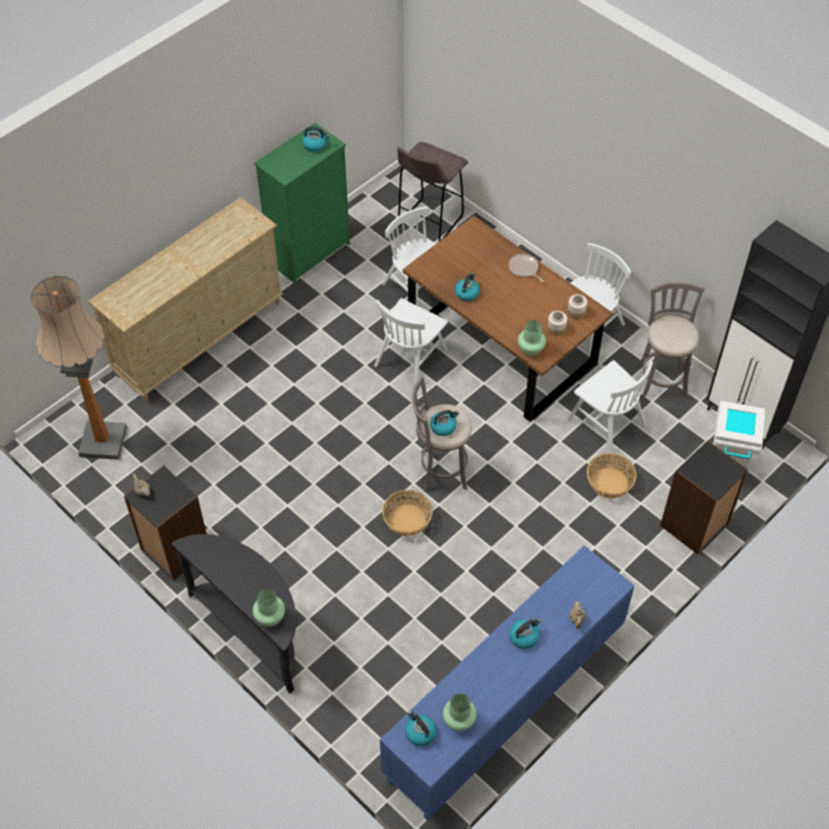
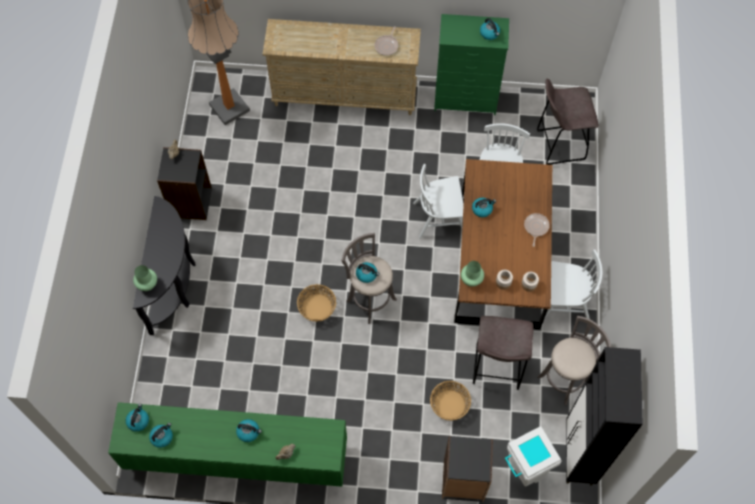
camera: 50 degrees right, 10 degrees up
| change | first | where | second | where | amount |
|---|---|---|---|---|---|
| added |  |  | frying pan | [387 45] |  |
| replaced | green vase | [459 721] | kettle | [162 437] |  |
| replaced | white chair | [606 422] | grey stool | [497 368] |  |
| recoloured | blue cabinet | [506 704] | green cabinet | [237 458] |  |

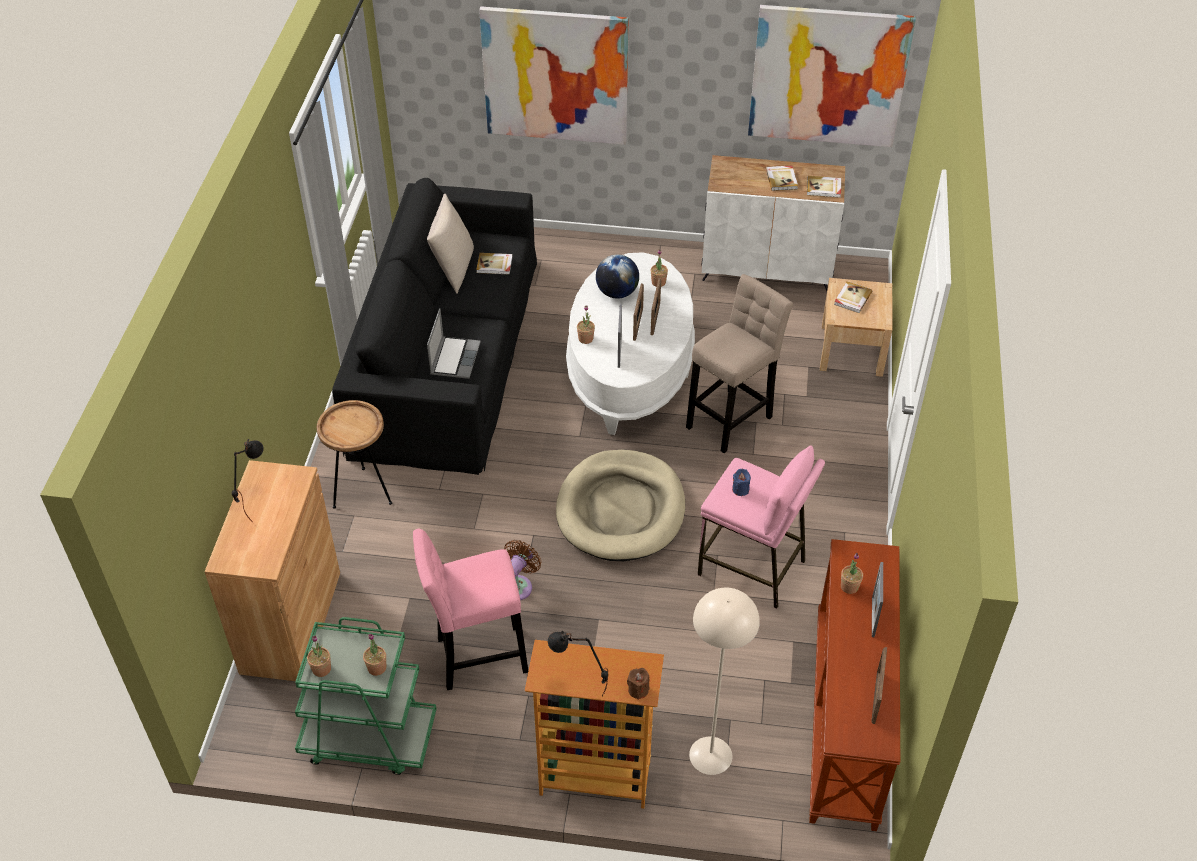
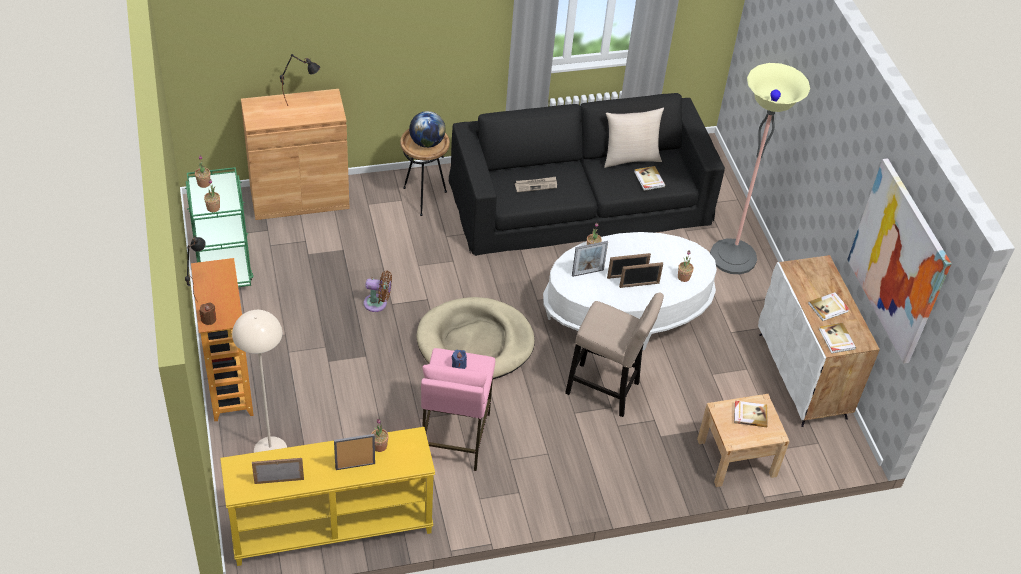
camera: 65 degrees right, 0 degrees up
| change | first | where | second | where | amount |
|---|---|---|---|---|---|
| removed | pink stool | [476 657] |  |  |  |
| removed | picture | [555 75] |  |  |  |
| added |  |  | floor lamp | [733 257] |  |
| moved | globe | [617 292] |  | [427 143] |  |
| replaced | laptop | [454 358] | newspaper | [536 185] |  |
| recoloured | brown console table | [847 719] | yellow console table | [331 528] |  |

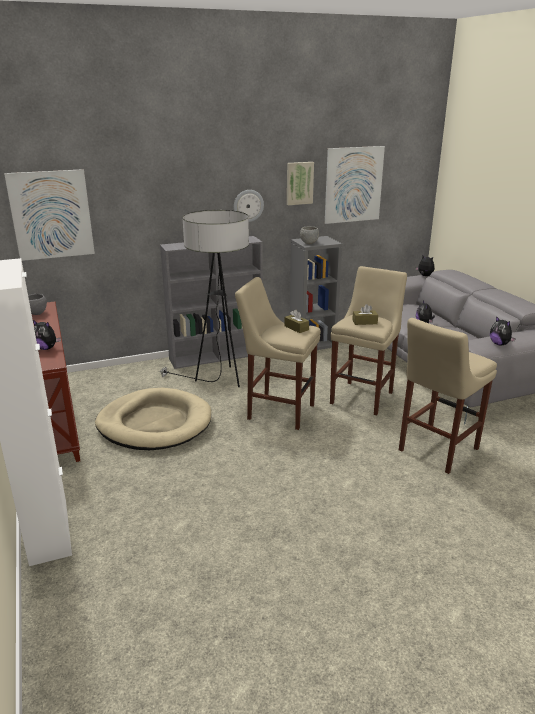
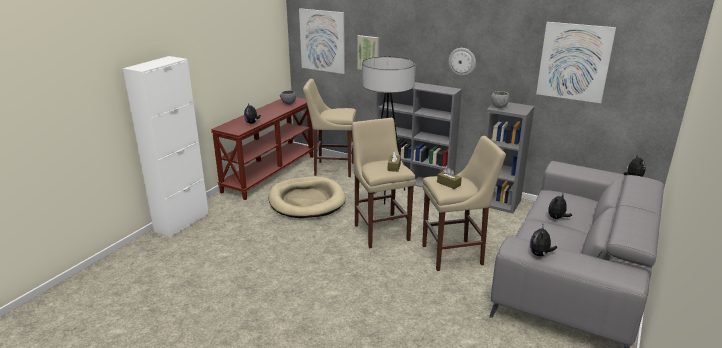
camera: 50 degrees right, 0 degrees up
| change | first | where | second | where | amount |
|---|---|---|---|---|---|
| moved | picture | [299 183] |  | [368 53] |  |
| moved | beige stool | [435 451] |  | [332 168] |  |

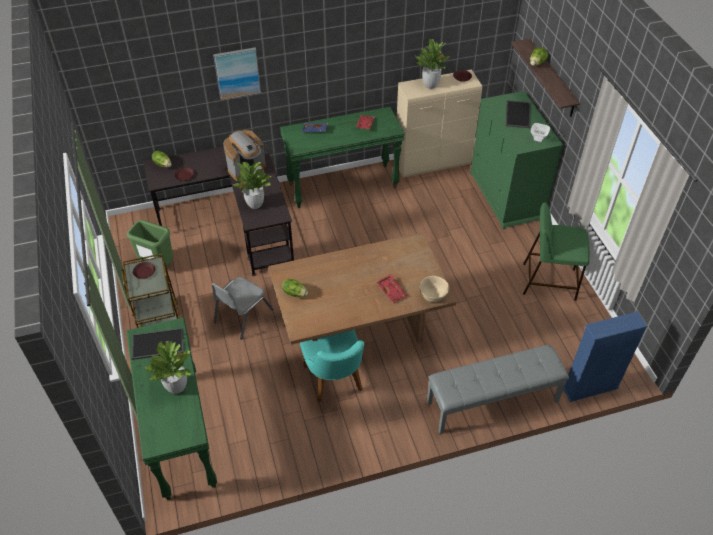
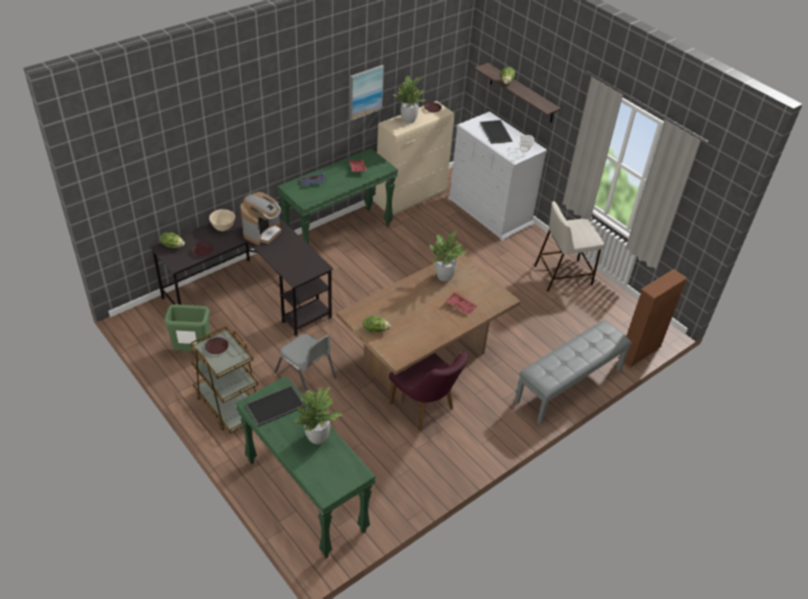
camera: 25 degrees left, 5 degrees down
| change | first | where | second | where | amount |
|---|---|---|---|---|---|
| moved | picture | [237 73] |  | [365 92] |  |
| moved | potted plant | [255 204] |  | [444 277] |  |
| moved | beige bowl | [433 296] |  | [223 227] |  |
| recoloured | turquoise chair | [335 382] | purple chair | [426 408] |  |
| recoloured | green dresser | [506 195] | white dresser | [490 212] |  |
| recoloured | green stool | [550 281] | beige stool | [563 275] |  |
| recoloured | blue bookcase | [590 388] | brown bookcase | [639 352] |  |
| turned | grey chair | [242 316] |  | [306 374] | 60 degrees counterclockwise |

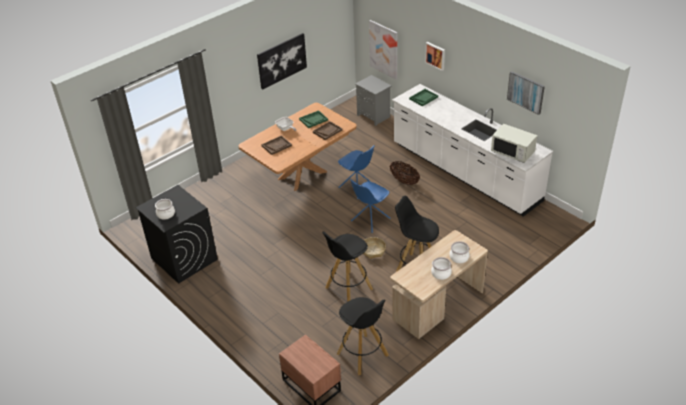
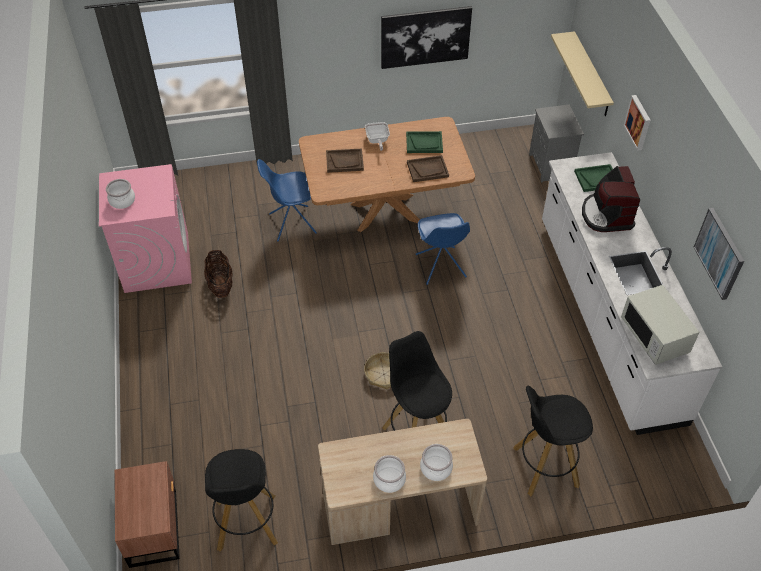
camera: 30 degrees right, 10 degrees up
| change | first | where | second | where | amount |
|---|---|---|---|---|---|
| added |  |  | coffee machine | [606 215] |  |
| moved | black stool | [348 289] |  | [544 467] |  |
| moved | blue chair | [370 220] |  | [291 223] |  |
| moved | basket | [404 181] |  | [220 285] |  |
| replaced | picture | [384 49] | beige shelf | [591 75] |  |
| recoloured | black washing machine | [183 258] | pink washing machine | [156 261] |  |

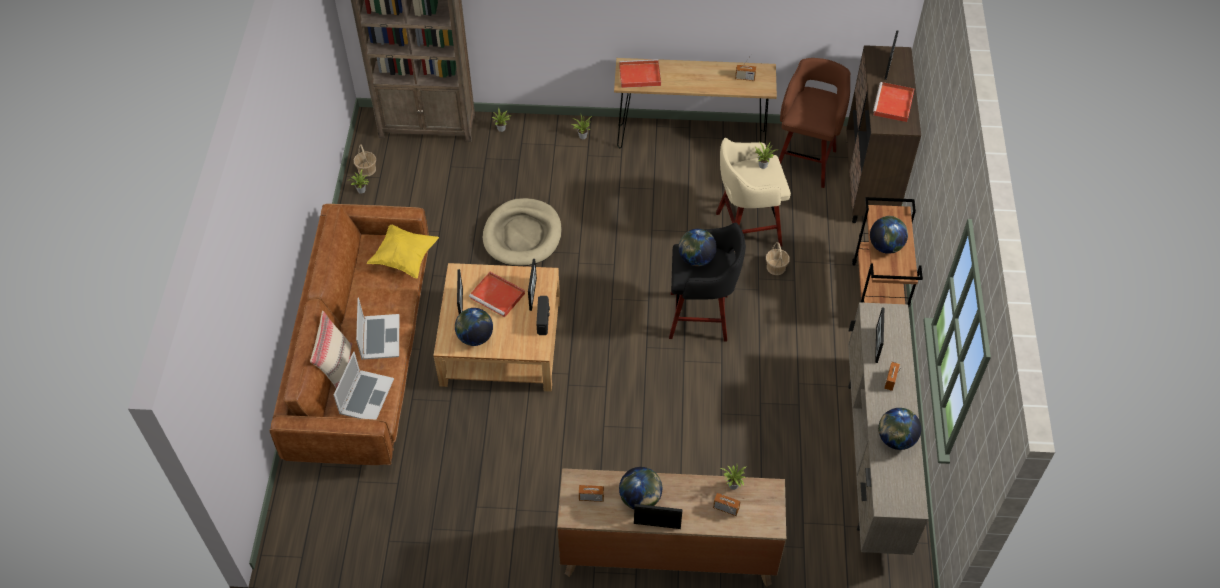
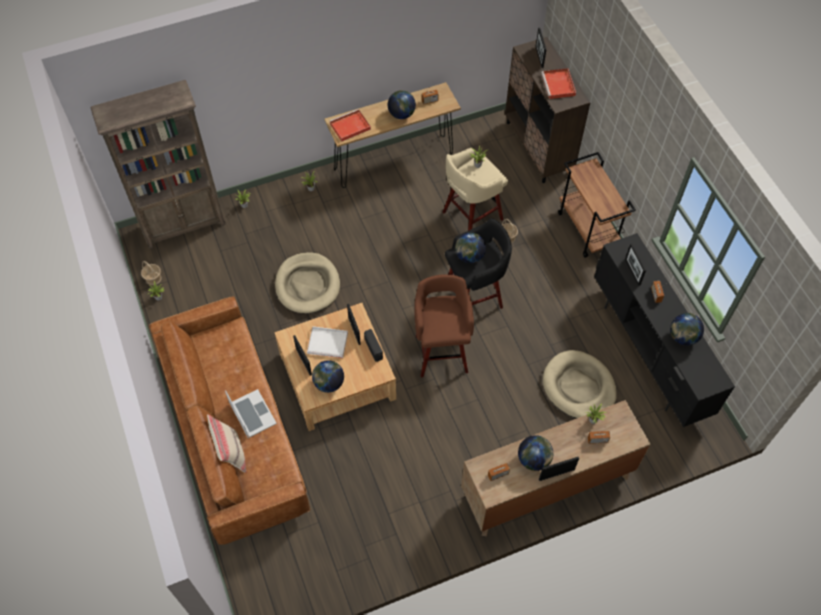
camera: 25 degrees left, 5 degrees up
| change | first | where | second | where | amount |
|---|---|---|---|---|---|
| removed | laptop | [366 396] |  |  |  |
| removed | yellow pillow | [404 258] |  |  |  |
| added |  |  | beige dog bed | [578 387] |  |
| moved | brown stool | [805 161] |  | [441 352] |  |
| moved | globe | [885 246] |  | [401 114] |  |
| recoloured | red tray | [498 296] | white tray | [328 343] |  |
| recoloured | beige tv stand | [874 458] | black tv stand | [649 353] |  |

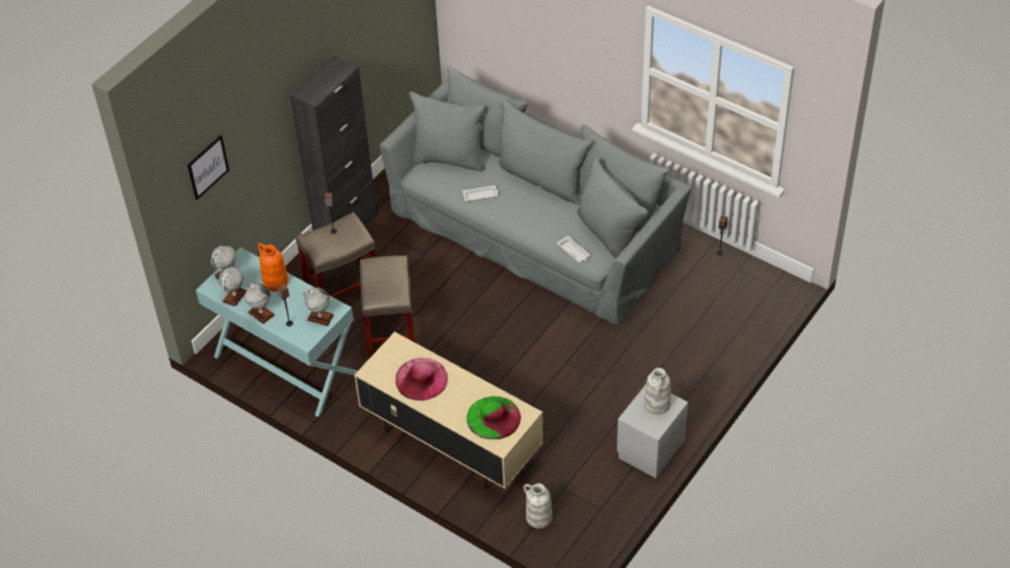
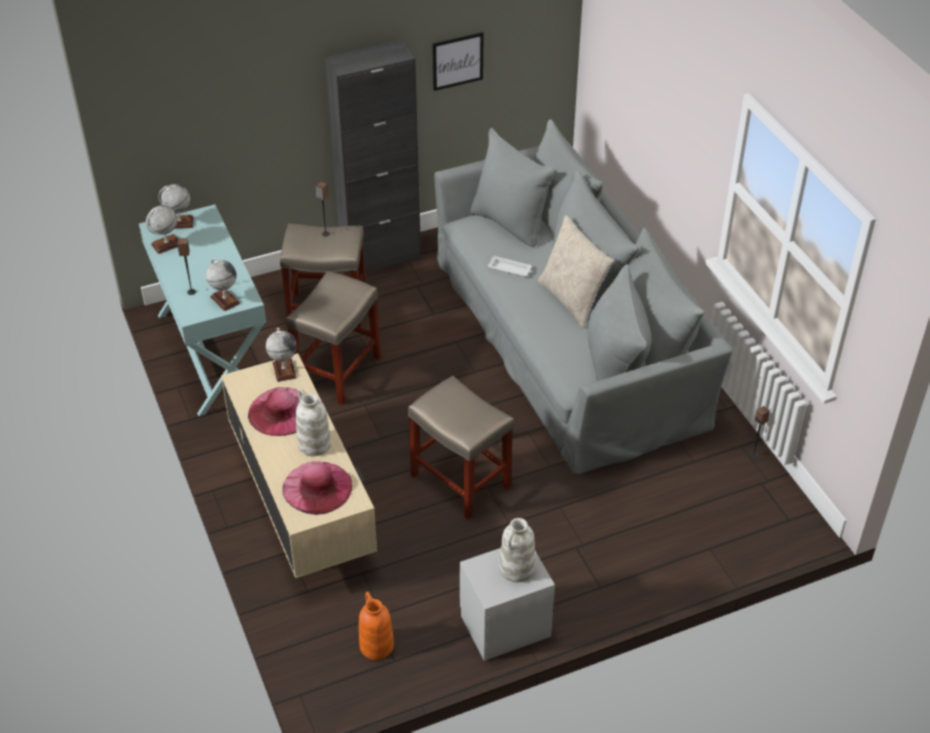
camera: 30 degrees right, 5 degrees down
| change | first | where | second | where | amount |
|---|---|---|---|---|---|
| removed | white tray | [574 251] |  |  |  |
| added |  |  | beige stool | [461 481] |  |
| added |  |  | beige pillow | [572 299] |  |
| moved | picture | [207 167] |  | [457 61] |  |
| moved | globe | [261 313] |  | [284 370] |  |
| moved | orange vase | [275 282] |  | [376 645] |  |
| moved | white vase | [538 517] |  | [313 444] |  |
| recoloured | green hat | [493 417] | pink hat | [317 487] |  |

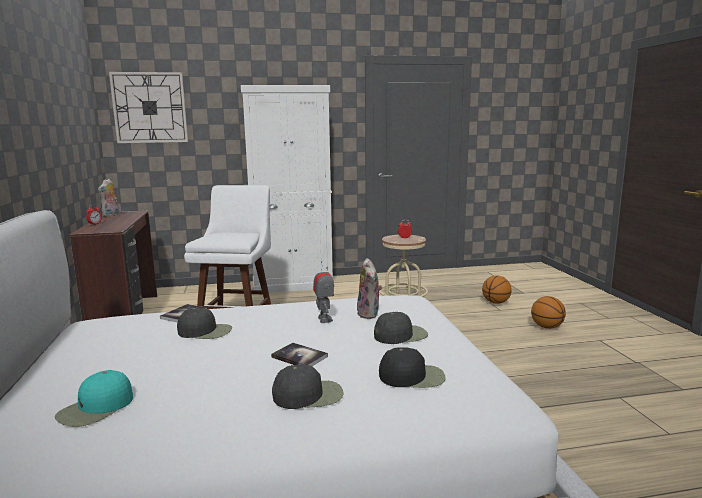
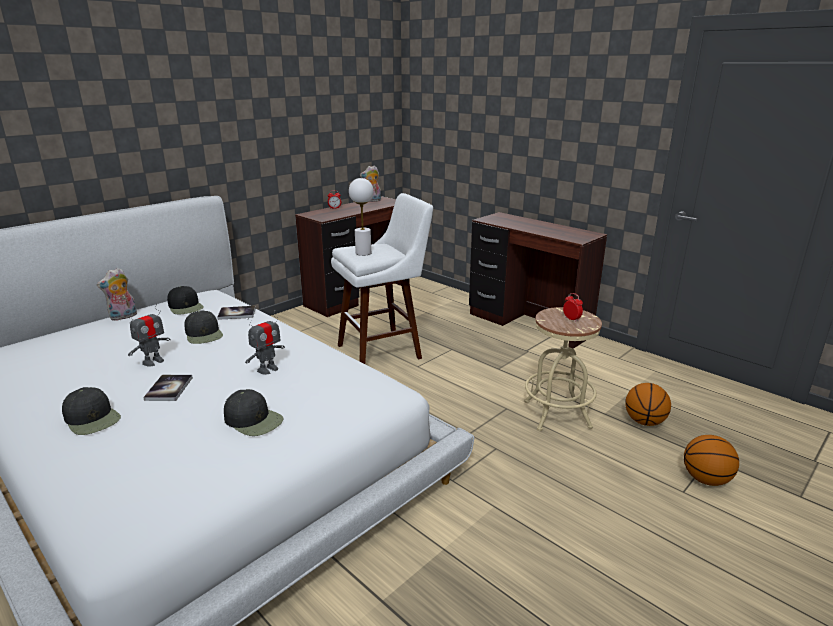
camera: 55 degrees right, 10 degrees up
| change | first | where | second | where | amount |
|---|---|---|---|---|---|
| removed | turquoise cap | [96 408] |  |  |  |
| removed | wall clock | [150 108] |  |  |  |
| added |  |  | toy robot | [153 361] |  |
| added |  |  | white table lamp | [363 253] |  |
| moved | plush toy | [370 314] |  | [123 317] |  |
| moved | black cap | [412 376] |  | [186 307] |  |
| moved | basketball | [547 327] |  | [644 422] |  |
| replaced | white cabinet | [293 285] | brown desk | [527 325] |  |

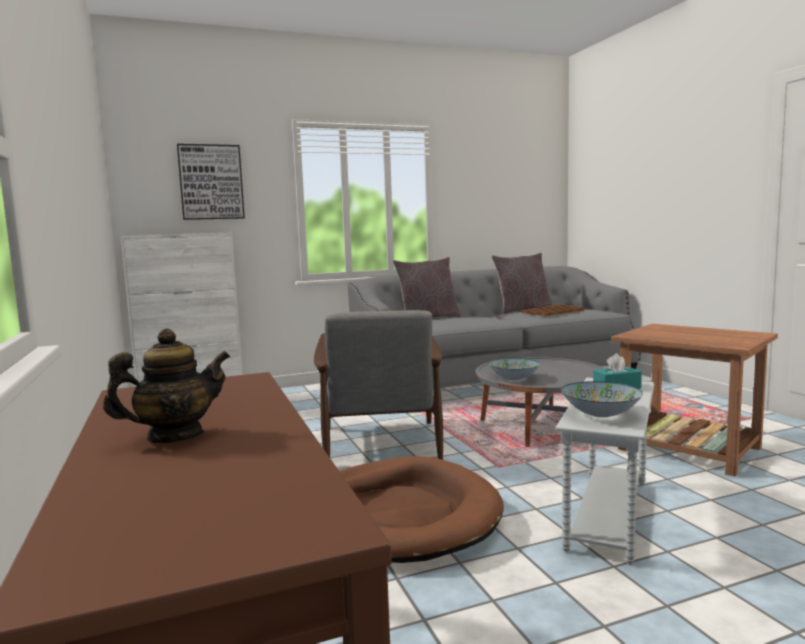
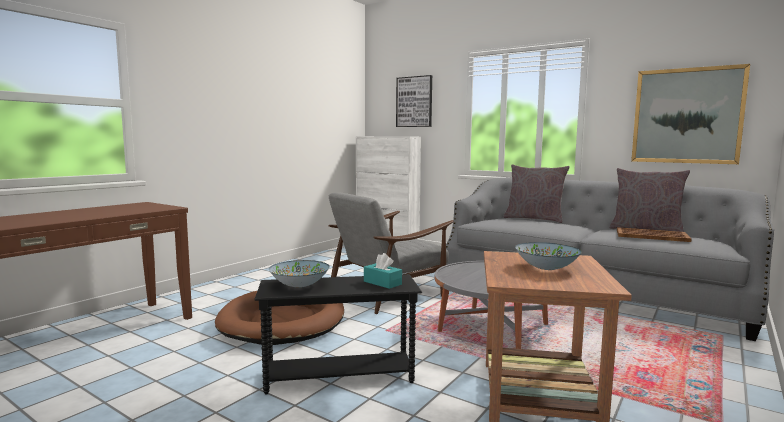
camera: 55 degrees right, 0 degrees up
| change | first | where | second | where | amount |
|---|---|---|---|---|---|
| removed | teapot | [175 436] |  |  |  |
| added |  |  | picture | [687 116] |  |
| moved | bowl | [513 378] |  | [546 268] |  |
| recoloured | white side table | [609 514] | black side table | [339 377] |  |

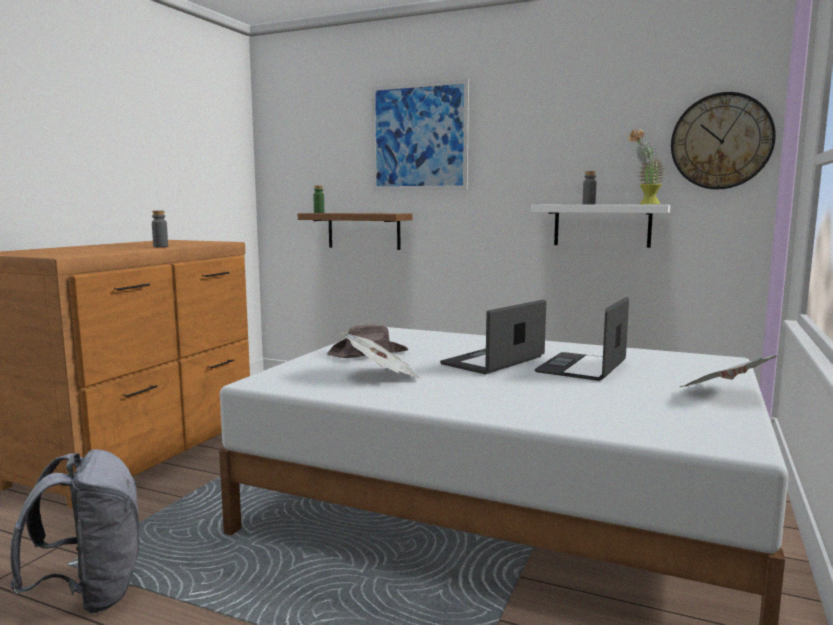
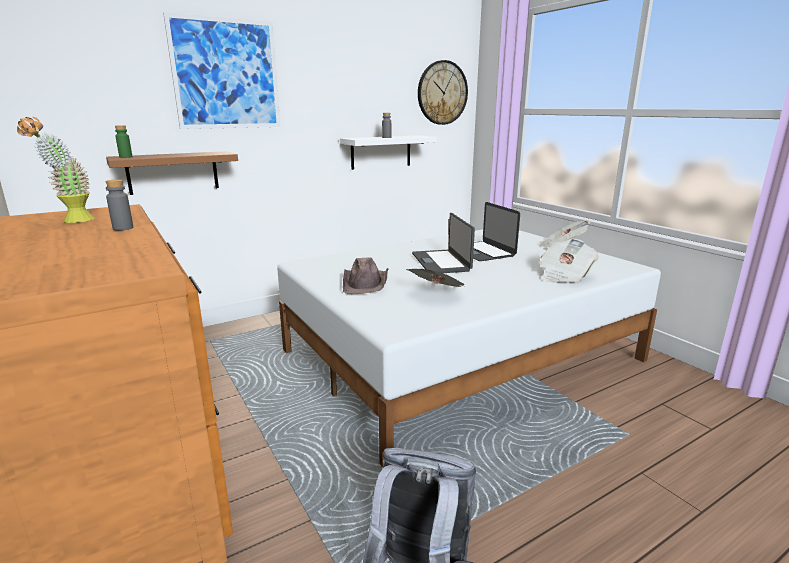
camera: 55 degrees left, 10 degrees up
| change | first | where | second | where | amount |
|---|---|---|---|---|---|
| added |  |  | newspaper | [564 276] |  |
| moved | potted plant | [644 204] |  | [71 221] |  |

